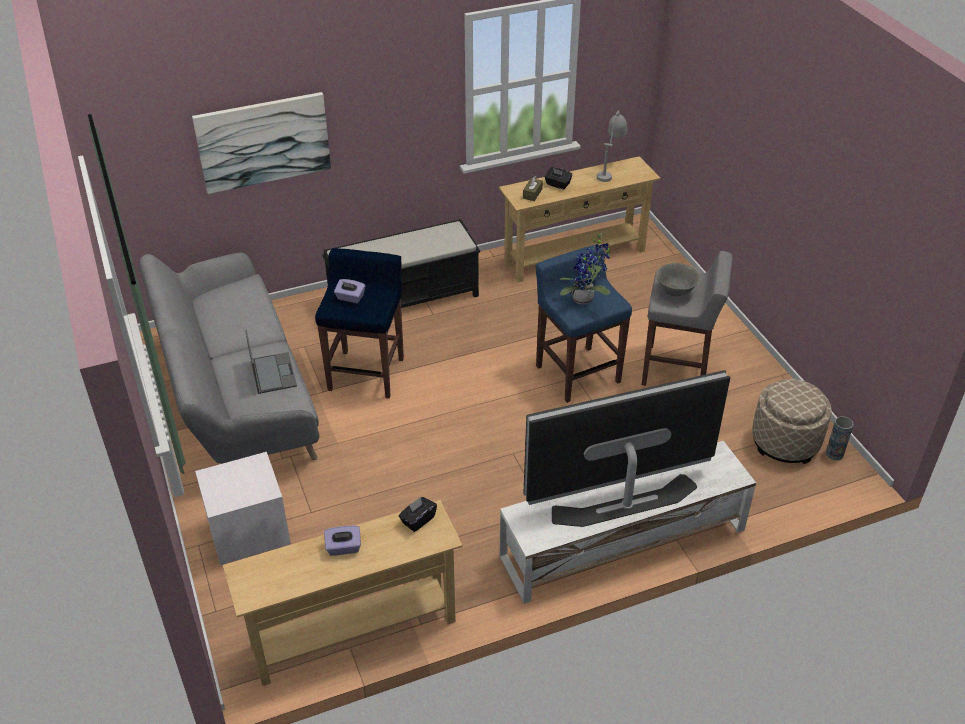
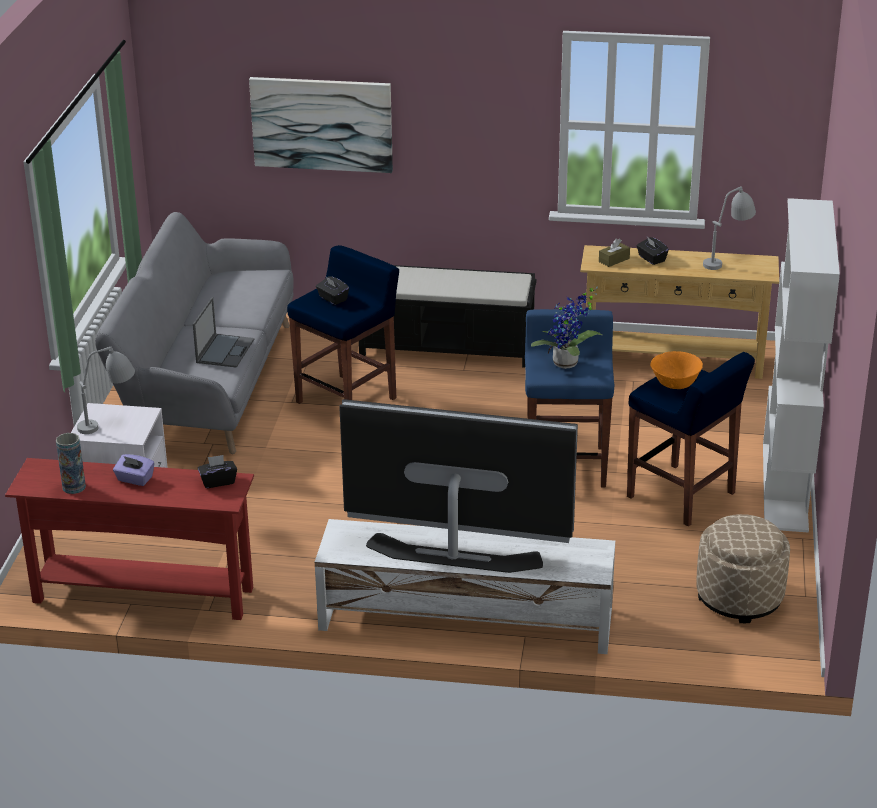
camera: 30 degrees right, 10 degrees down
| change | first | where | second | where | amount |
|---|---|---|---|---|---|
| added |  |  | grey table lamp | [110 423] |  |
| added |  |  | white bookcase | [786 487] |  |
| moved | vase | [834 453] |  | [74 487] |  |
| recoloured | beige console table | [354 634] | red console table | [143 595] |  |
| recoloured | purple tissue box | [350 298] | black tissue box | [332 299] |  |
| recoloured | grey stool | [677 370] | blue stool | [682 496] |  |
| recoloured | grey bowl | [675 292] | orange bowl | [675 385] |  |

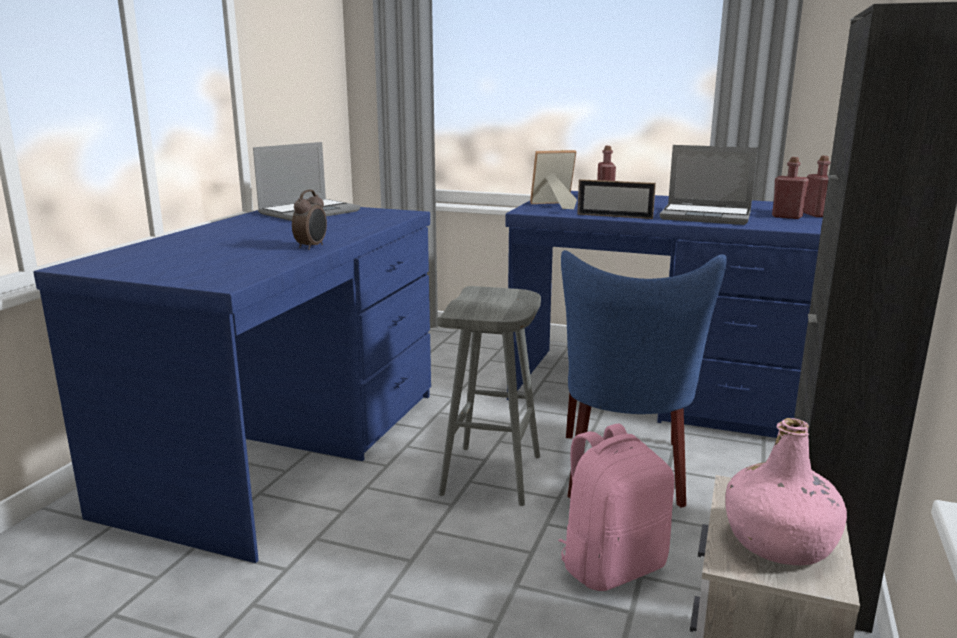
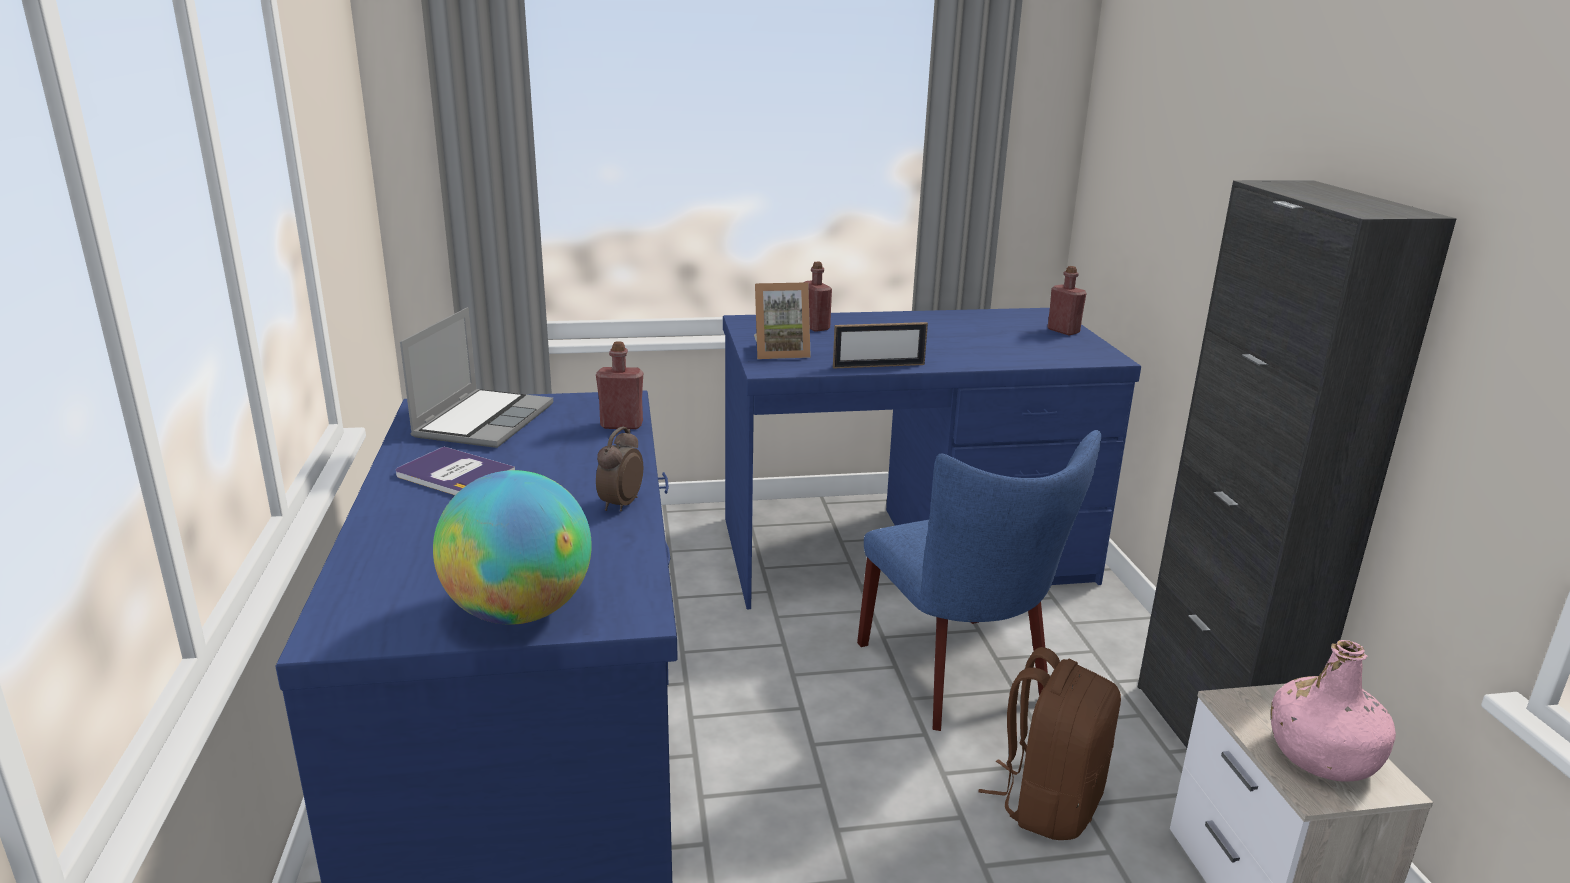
camera: 30 degrees left, 5 degrees up
| change | first | where | second | where | amount |
|---|---|---|---|---|---|
| removed | grey stool | [492 475] |  |  |  |
| removed | laptop | [707 216] |  |  |  |
| added |  |  | book | [454 474] |  |
| added |  |  | globe | [520 612] |  |
| moved | red bottle | [787 217] |  | [621 425] |  |
| recoloured | pink backpack | [612 566] | brown backpack | [1048 803] |  |
| turned | alarm clock | [312 247] |  | [619 504] | 150 degrees counterclockwise |
| turned | picture frame | [553 205] |  | [780 353] | 150 degrees counterclockwise |

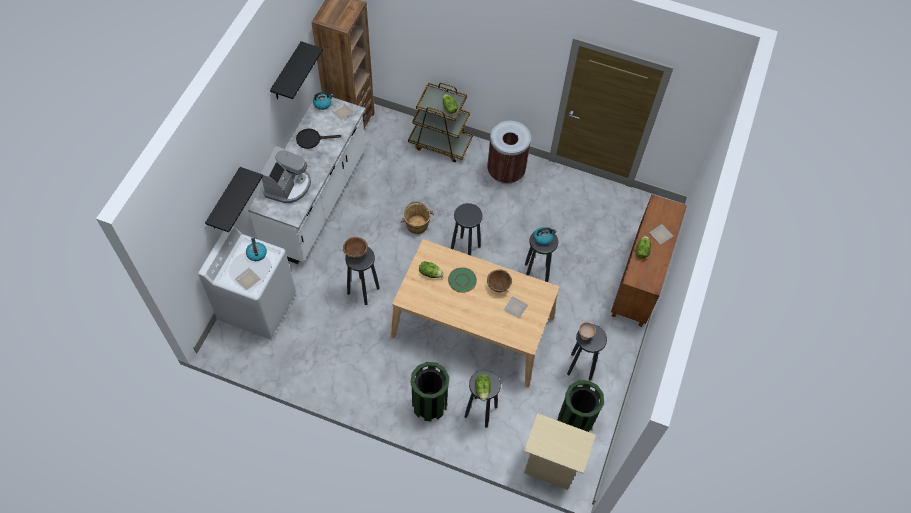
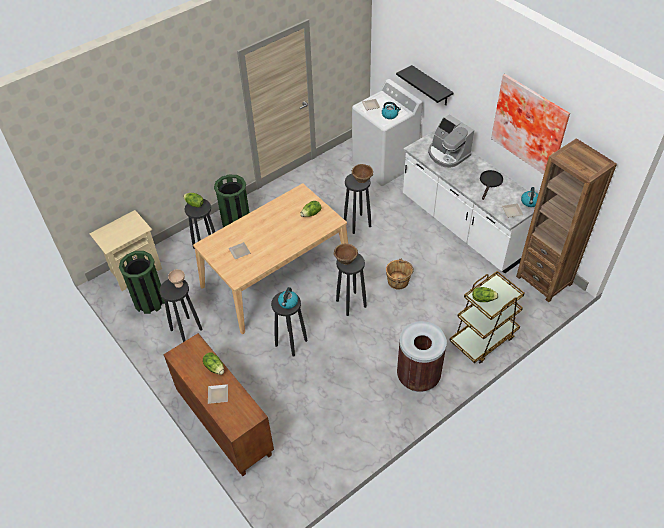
camera: 125 degrees right, 10 degrees down
| change | first | where | second | where | amount |
|---|---|---|---|---|---|
| removed | green plate | [462 280] |  |  |  |
| moved | brown bowl | [498 286] |  | [345 260] |  |
| replaced | black shelf | [287 72] | picture | [530 125] |  |

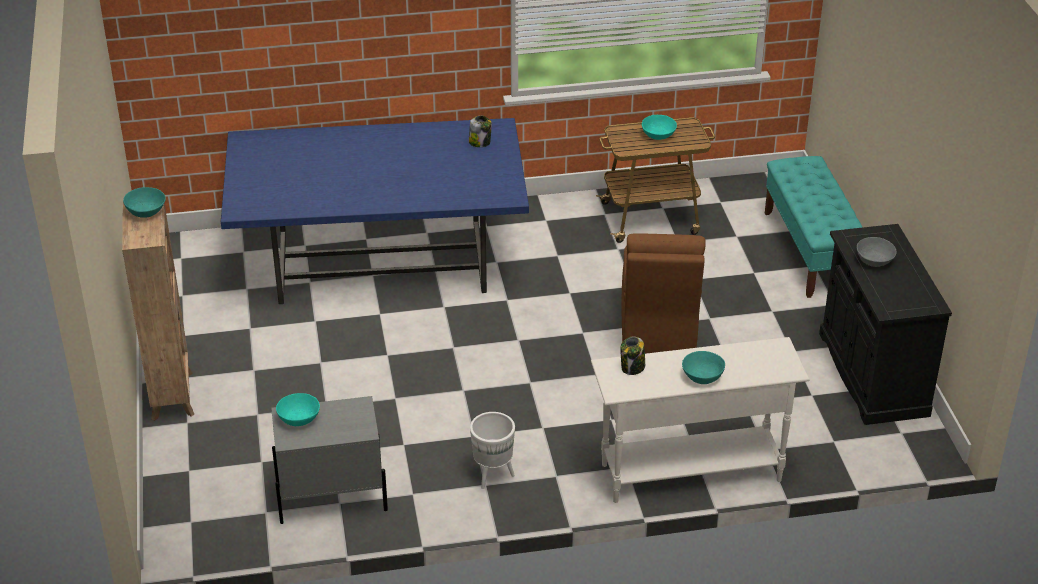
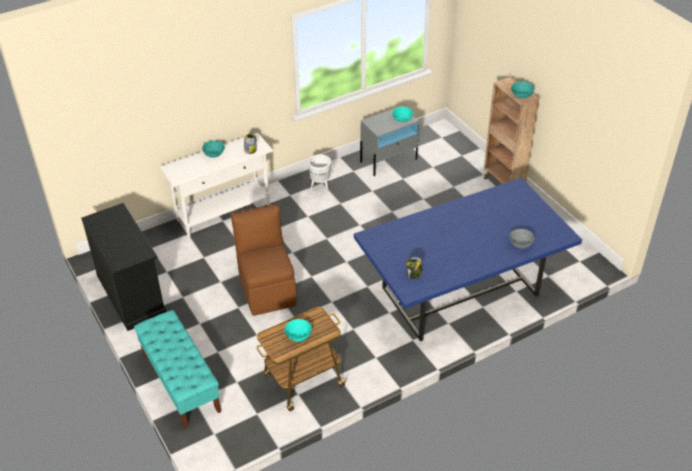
camera: 160 degrees right, 5 degrees up
| change | first | where | second | where | amount |
|---|---|---|---|---|---|
| moved | grey bowl | [874 261] |  | [520 244] |  |

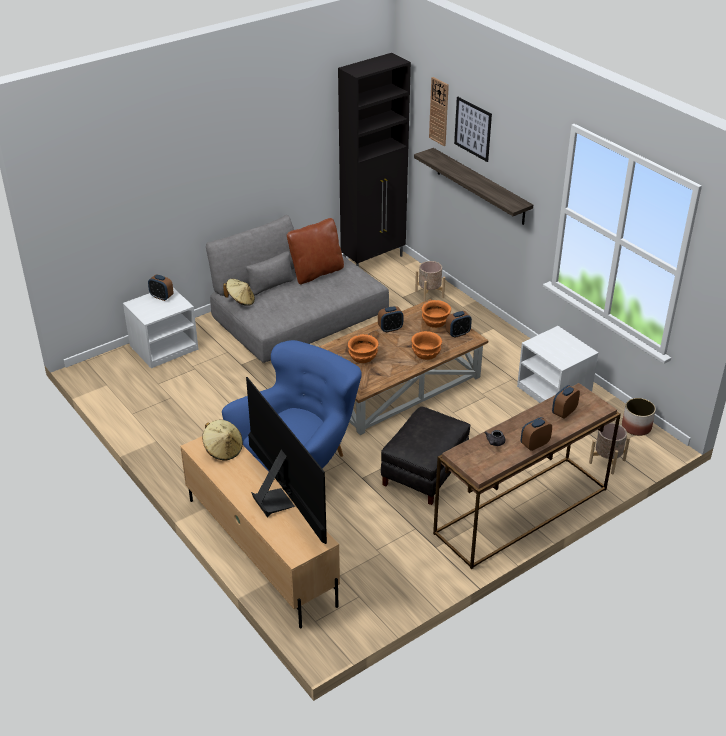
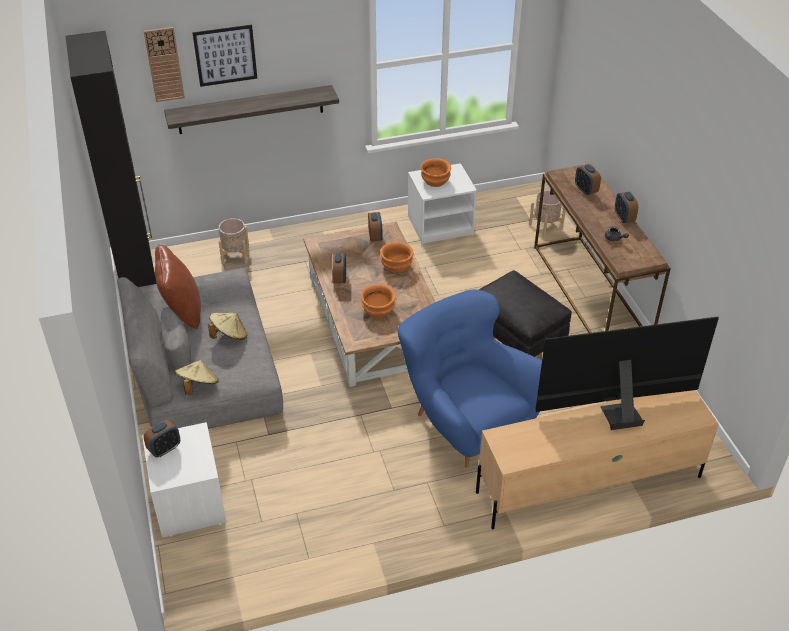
camera: 70 degrees left, 5 degrees up
| change | first | where | second | where | amount |
|---|---|---|---|---|---|
| removed | planter | [636 427] |  |  |  |
| moved | beige hat | [223 450] |  | [229 335] |  |
| moved | orange bowl | [435 322] |  | [435 180] |  |

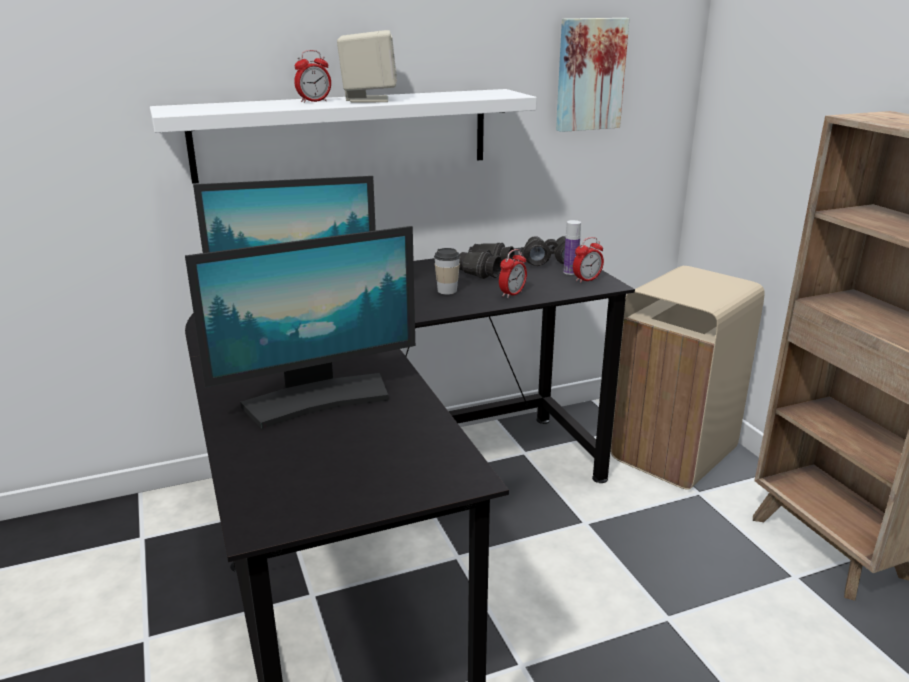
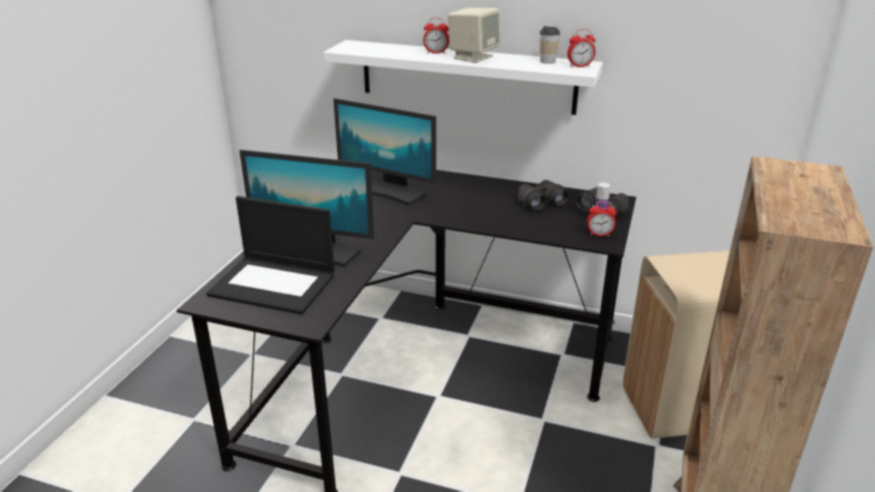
camera: 40 degrees right, 5 degrees up
| change | first | where | second | where | amount |
|---|---|---|---|---|---|
| removed | picture | [589 74] |  |  |  |
| added |  |  | laptop | [274 284] |  |
| moved | cup | [447 290] |  | [547 61] |  |
| moved | alarm clock | [512 294] |  | [579 66] |  |

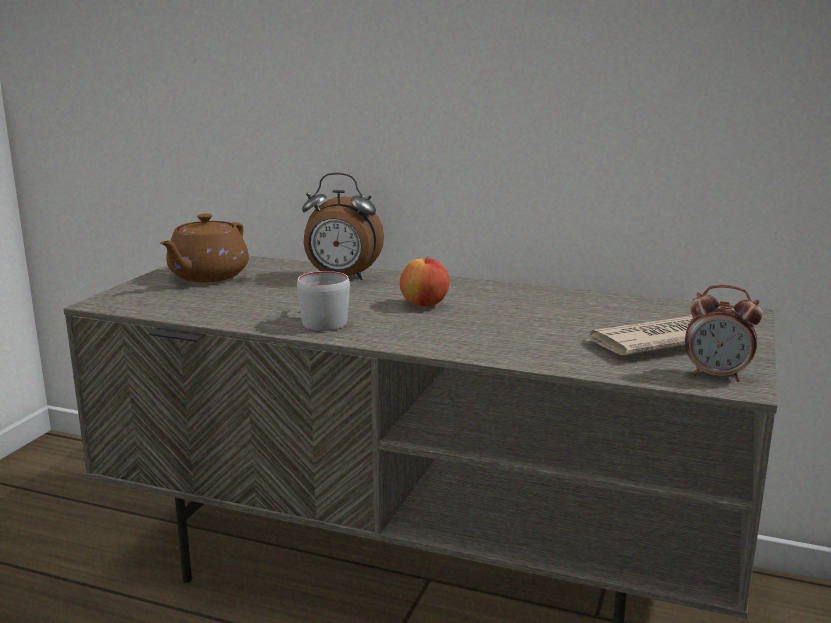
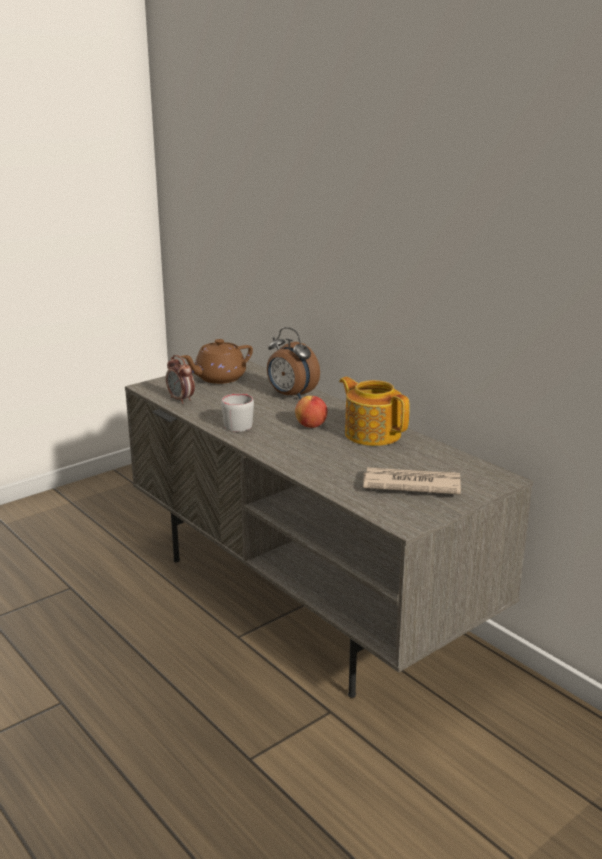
camera: 30 degrees right, 5 degrees up
| change | first | where | second | where | amount |
|---|---|---|---|---|---|
| added |  |  | teapot | [372 433] |  |
| moved | alarm clock | [717 375] |  | [181 400] |  |

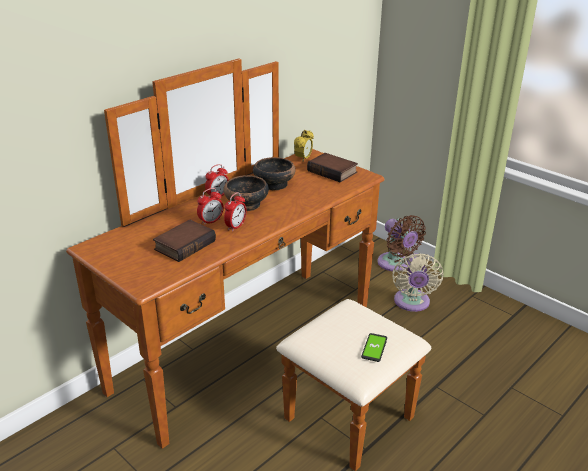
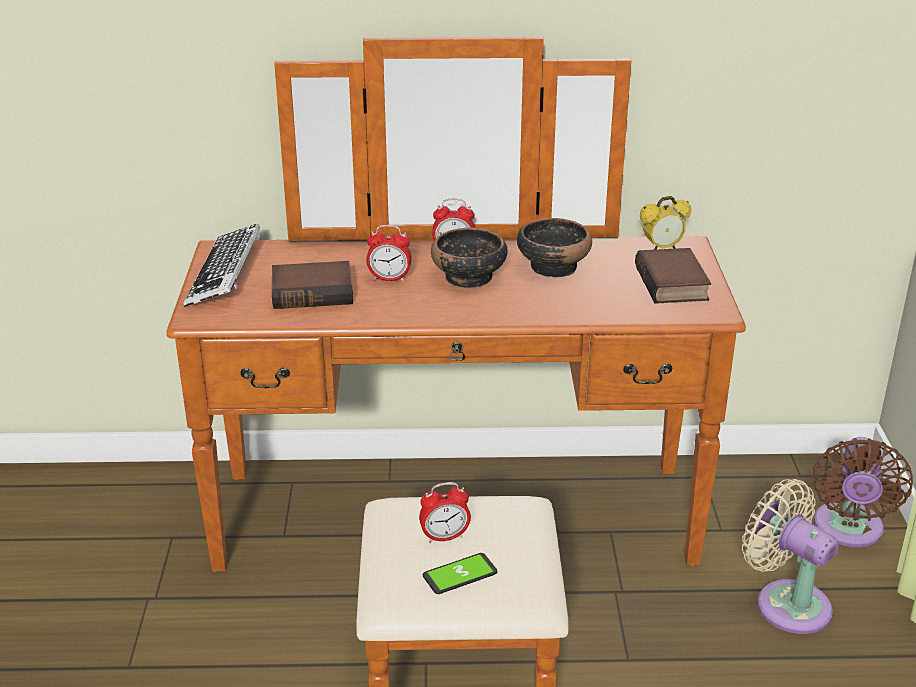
camera: 45 degrees right, 0 degrees up
| change | first | where | second | where | amount |
|---|---|---|---|---|---|
| added |  |  | keyboard | [225 274] |  |
| moved | alarm clock | [235 226] |  | [444 537] |  |
| turned | beige fan | [412 303] |  | [786 603] | 90 degrees clockwise |

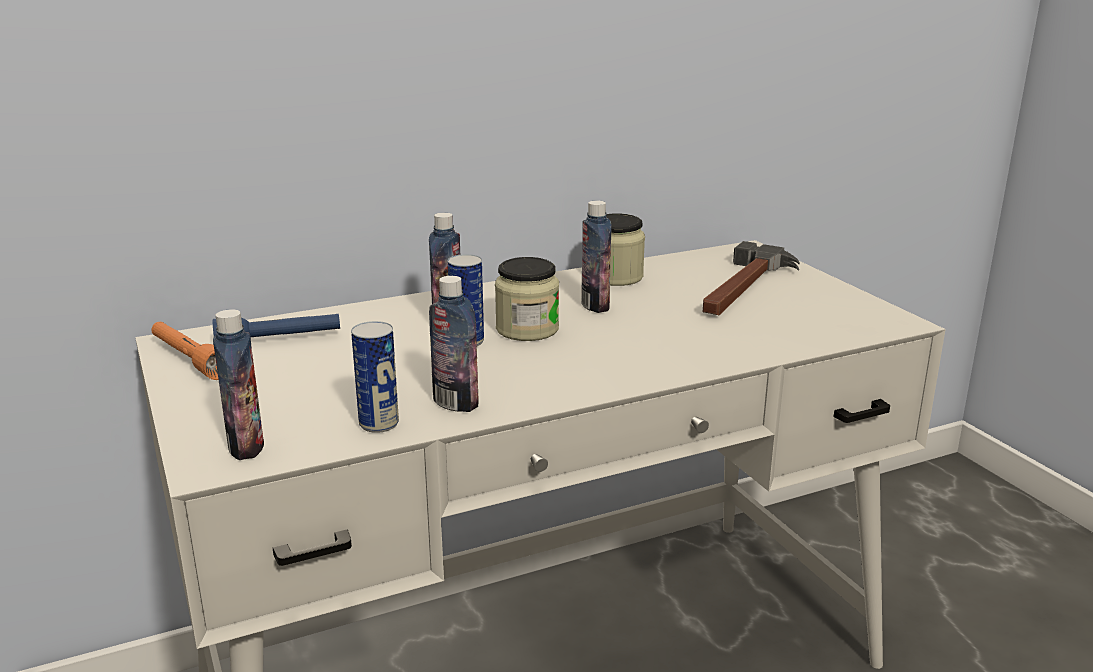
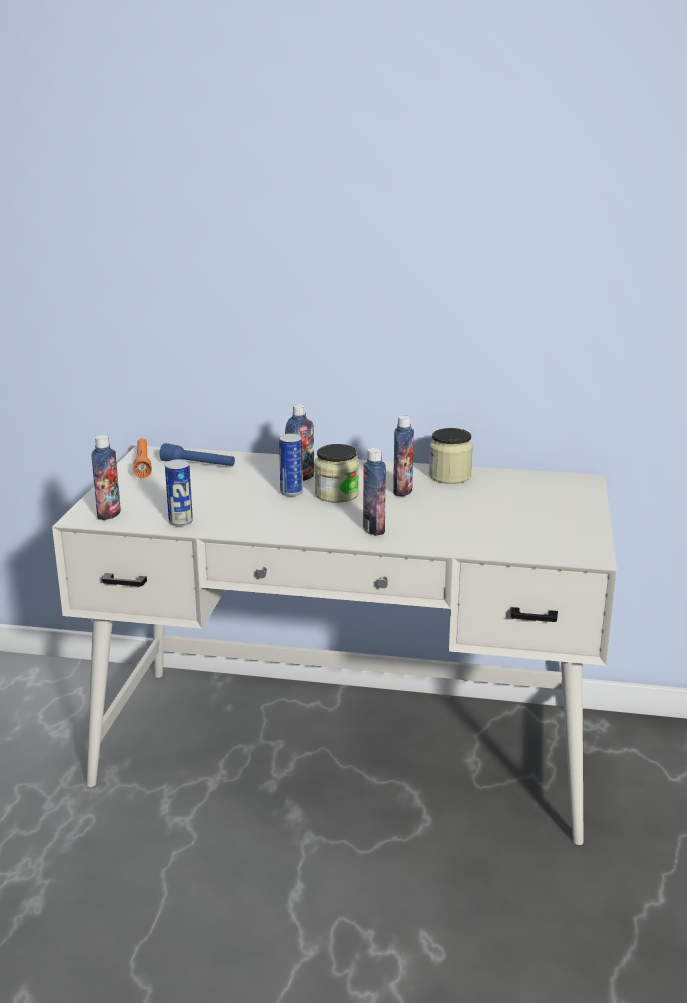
camera: 35 degrees right, 0 degrees up
| change | first | where | second | where | amount |
|---|---|---|---|---|---|
| removed | hammer | [744 288] |  |  |  |
| moved | bottle | [455 403] |  | [373 529] |  |

